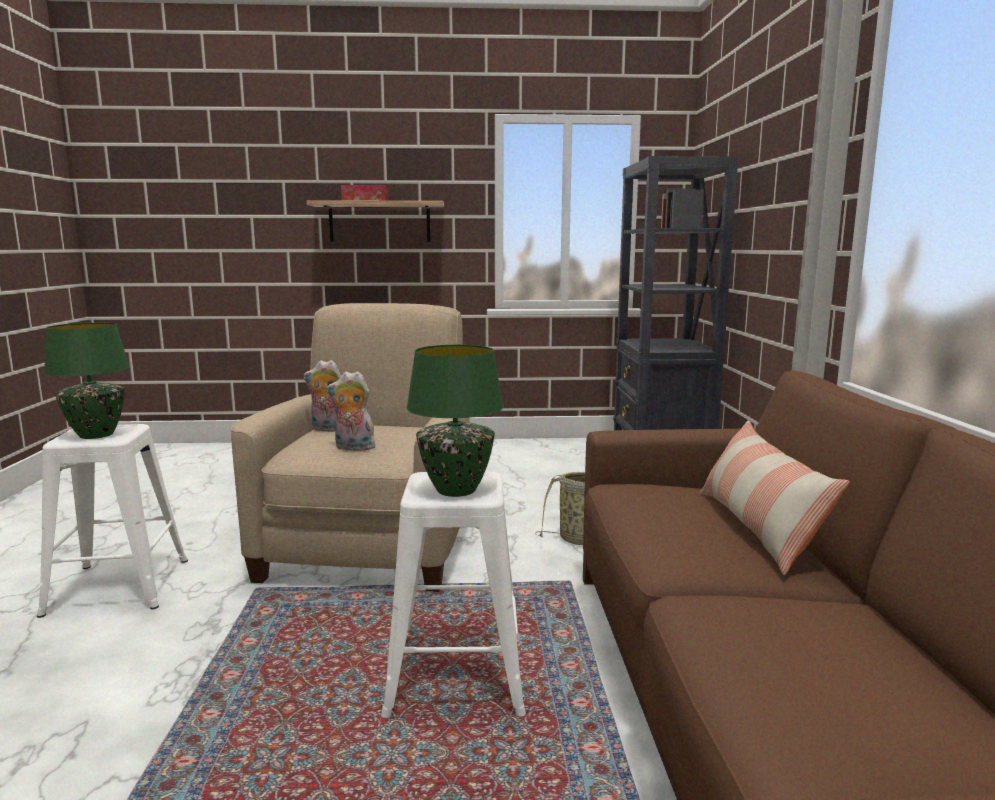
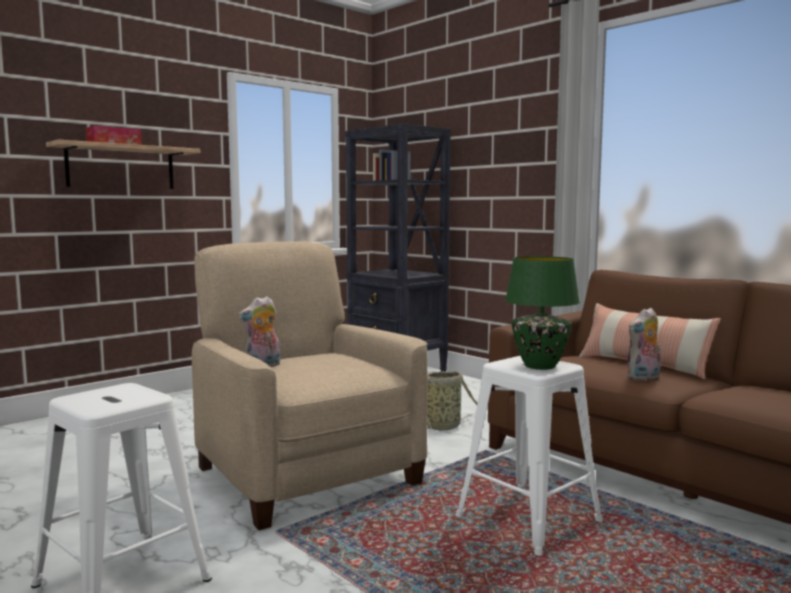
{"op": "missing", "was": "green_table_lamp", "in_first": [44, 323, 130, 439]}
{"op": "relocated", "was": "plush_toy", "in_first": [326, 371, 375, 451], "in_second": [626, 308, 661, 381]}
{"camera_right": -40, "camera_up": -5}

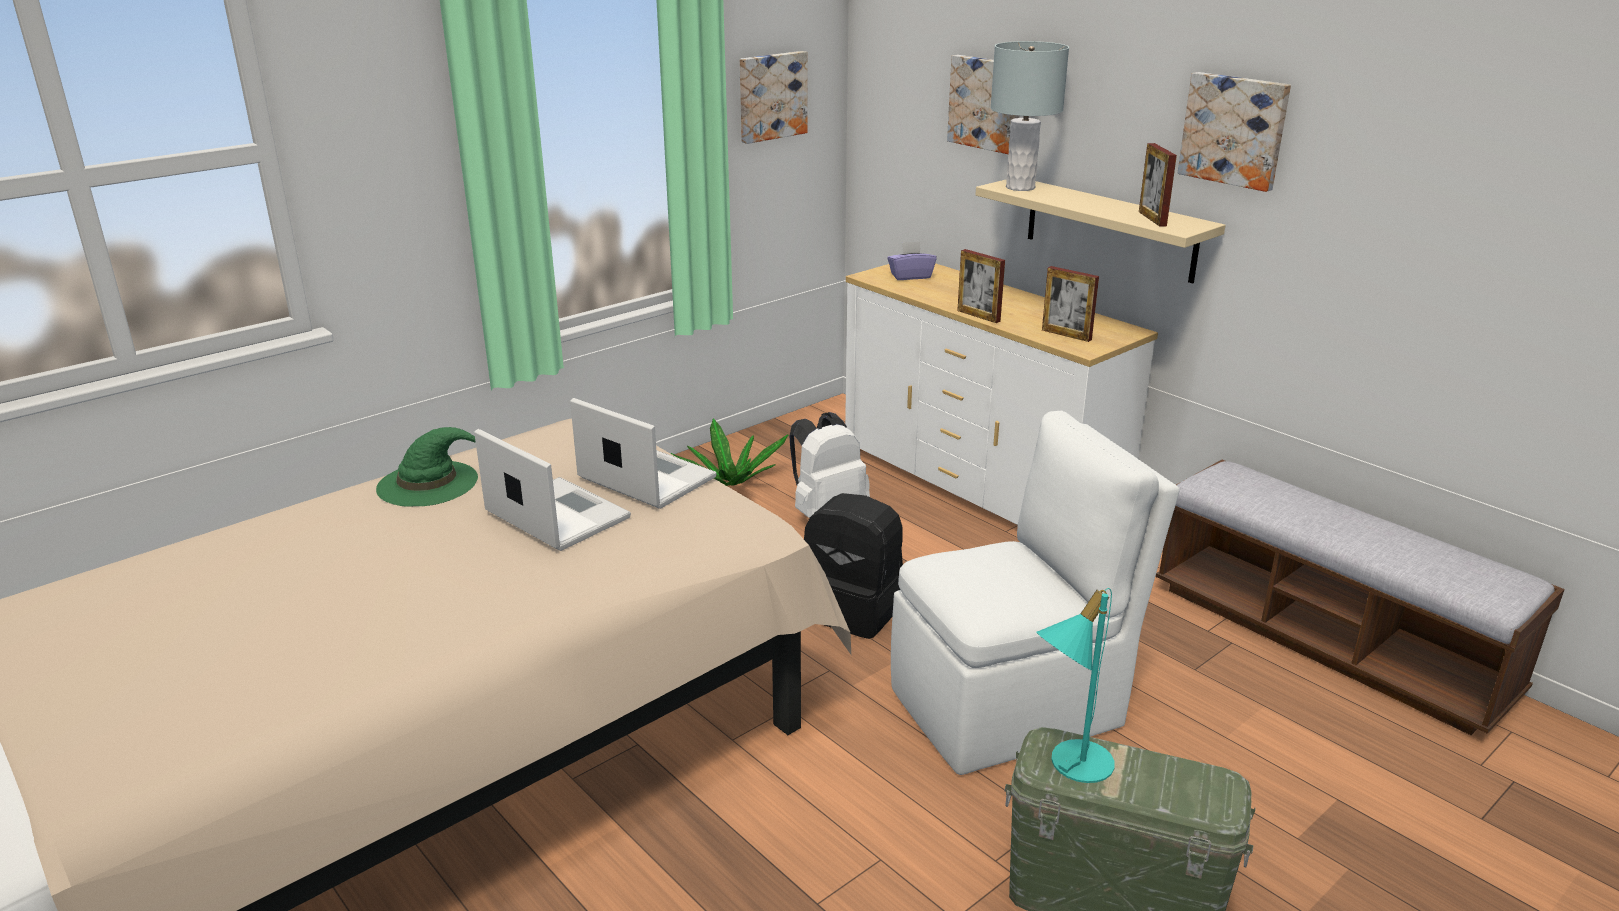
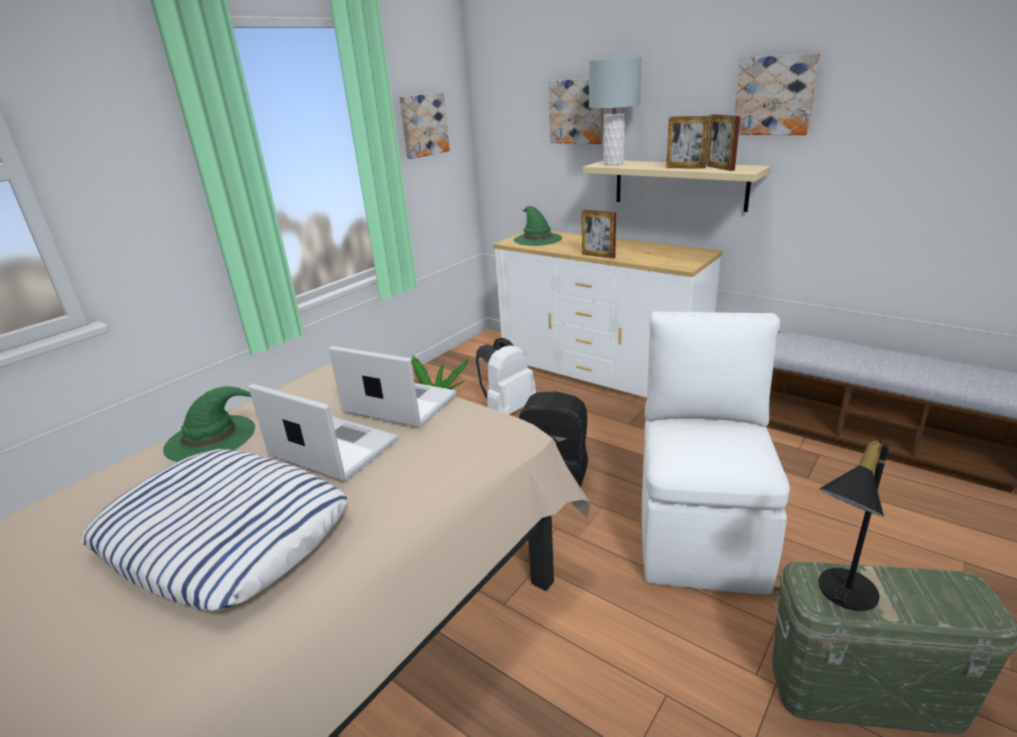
{"op": "appeared", "now": "pillow", "in_second": [81, 449, 347, 611]}
{"op": "relocated", "was": "picture_frame", "in_first": [1042, 266, 1099, 342], "in_second": [666, 116, 710, 169]}
{"op": "exchanged", "was": "purple_tissue_box", "now": "green_hat", "in_first": [887, 241, 937, 280], "in_second": [514, 206, 562, 246]}
{"op": "colour", "was": "turquoise_table_lamp", "now": "black_table_lamp", "in_first": [1036, 588, 1115, 783], "in_second": [818, 438, 889, 611]}
{"op": "spun", "was": "white_chair", "in_first": [891, 411, 1179, 775], "in_second": [642, 311, 790, 595], "clockwise": -45}
{"camera_right": -10, "camera_up": 0}

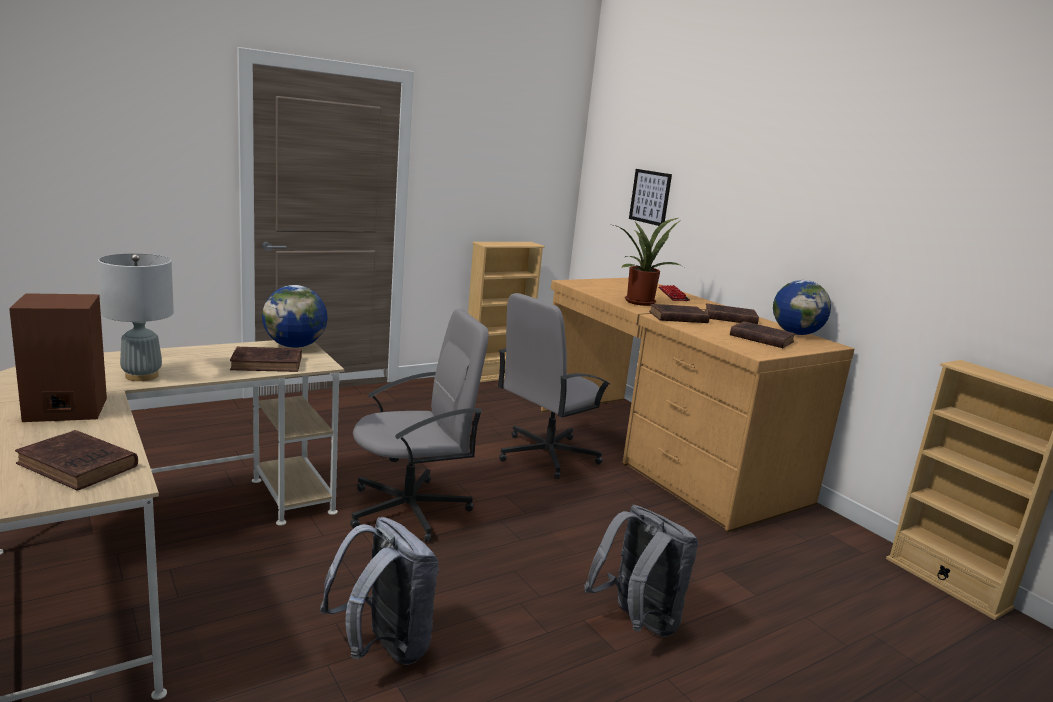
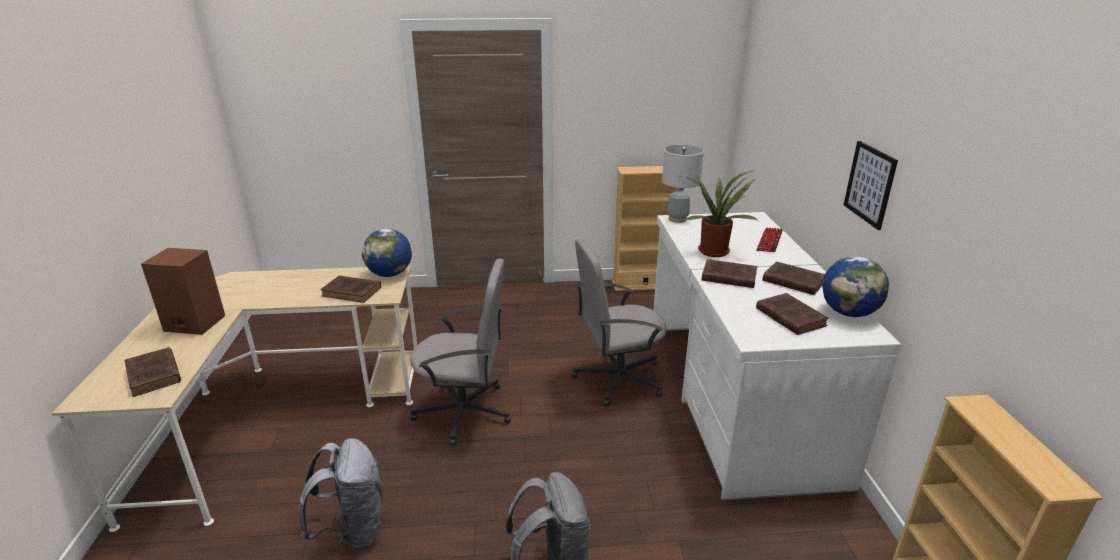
{"op": "relocated", "was": "grey_table_lamp", "in_first": [98, 253, 174, 381], "in_second": [662, 145, 704, 223]}
{"op": "relocated", "was": "picture", "in_first": [629, 169, 672, 226], "in_second": [844, 141, 898, 230]}
{"op": "colour", "was": "brown_desk", "now": "white_desk", "in_first": [541, 278, 855, 532], "in_second": [653, 212, 901, 500]}
{"camera_right": 30, "camera_up": 10}

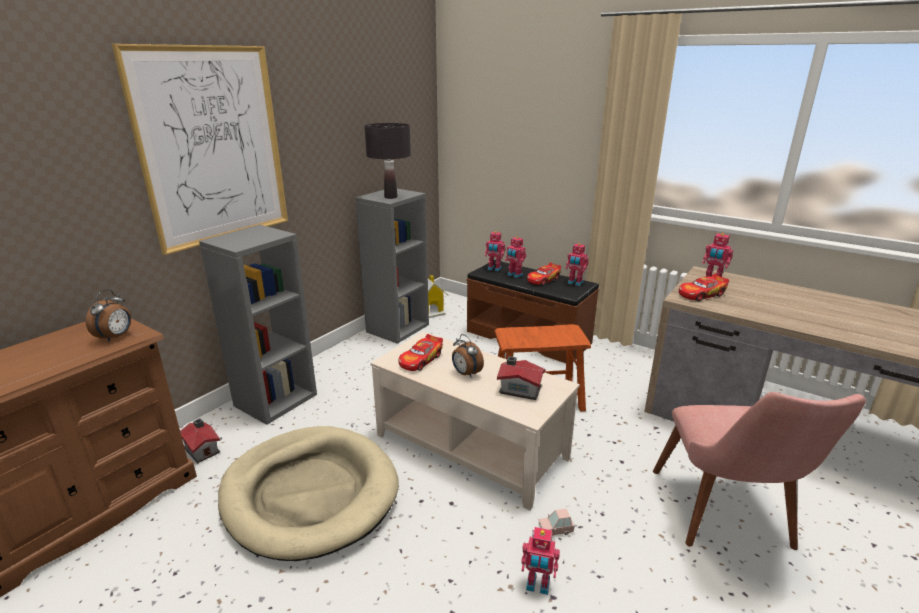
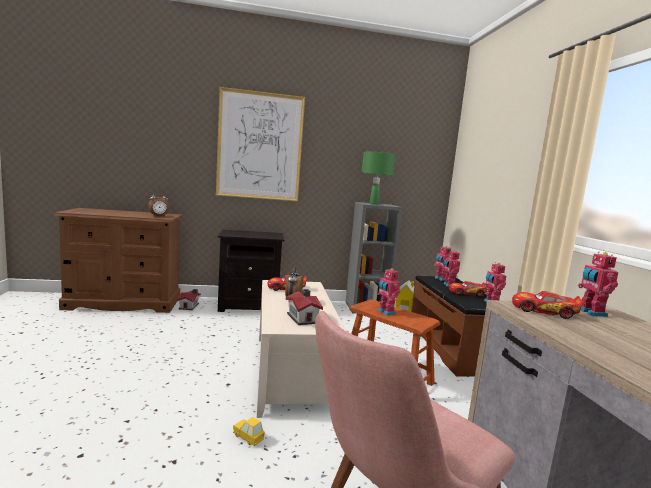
{"op": "missing", "was": "beige_dog_bed", "in_first": [218, 426, 399, 561]}
{"op": "relocated", "was": "toy_robot", "in_first": [521, 527, 560, 595], "in_second": [377, 268, 400, 315]}
{"op": "exchanged", "was": "grey_bookcase", "now": "black_nightstand", "in_first": [199, 225, 317, 425], "in_second": [218, 230, 285, 312]}
{"op": "colour", "was": "black_table_lamp", "now": "green_table_lamp", "in_first": [364, 123, 411, 199], "in_second": [362, 152, 395, 205]}
{"op": "colour", "was": "pink_toy_car", "now": "yellow_toy_car", "in_first": [538, 509, 575, 536], "in_second": [233, 417, 265, 446]}
{"camera_right": 45, "camera_up": -15}

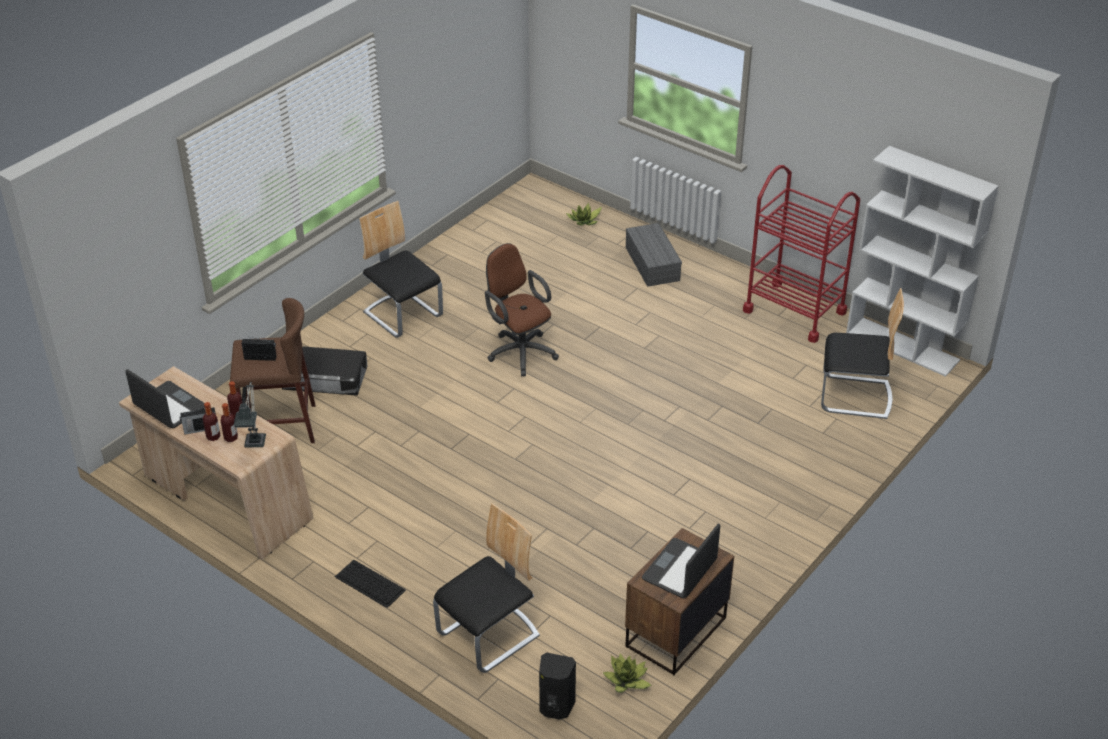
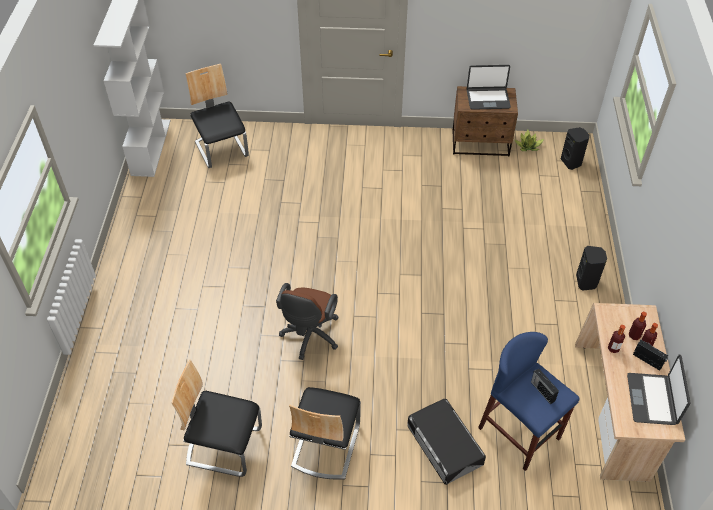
{"op": "missing", "was": "table_lamp", "in_first": [234, 382, 266, 447]}
{"op": "missing", "was": "potted_plant", "in_first": [566, 203, 602, 225]}
{"op": "missing", "was": "grey_storage_box", "in_first": [626, 223, 682, 287]}
{"op": "missing", "was": "red_cart", "in_first": [743, 165, 860, 343]}
{"op": "relocated", "was": "chair", "in_first": [433, 503, 540, 673], "in_second": [171, 360, 262, 477]}
{"op": "exchanged", "was": "keyboard", "now": "black_speaker", "in_first": [335, 560, 406, 608], "in_second": [576, 246, 607, 291]}
{"op": "colour", "was": "brown_stool", "now": "blue_stool", "in_first": [230, 298, 315, 443], "in_second": [478, 332, 580, 471]}
{"camera_right": -125, "camera_up": 10}

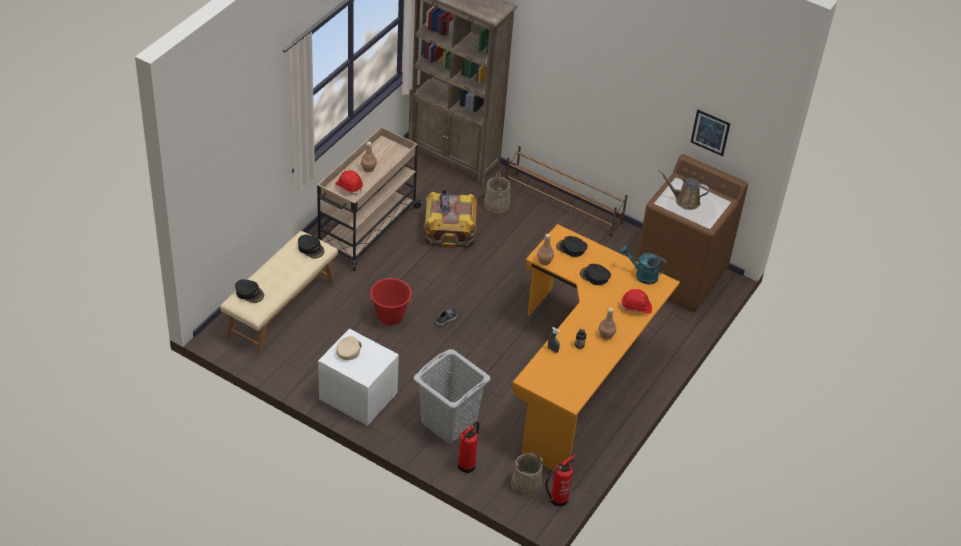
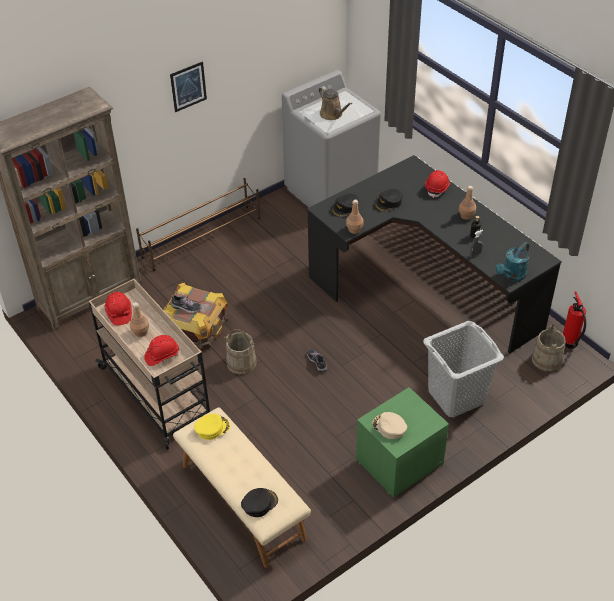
{"op": "missing", "was": "red_bucket", "in_first": [370, 278, 412, 325]}
{"op": "missing", "was": "fire_extinguisher", "in_first": [458, 421, 479, 473]}
{"op": "appeared", "now": "red_hard_hat", "in_second": [105, 292, 132, 325]}
{"op": "relocated", "was": "beige_bucket", "in_first": [484, 171, 510, 213], "in_second": [224, 329, 256, 375]}
{"op": "relocated", "was": "turquoise_watering_can", "in_first": [620, 246, 667, 284], "in_second": [495, 242, 529, 281]}
{"op": "relocated", "was": "picture", "in_first": [691, 109, 731, 156], "in_second": [170, 61, 207, 112]}
{"op": "colour", "was": "black_cap", "now": "yellow_cap", "in_first": [298, 235, 324, 258], "in_second": [194, 414, 230, 440]}
{"op": "colour", "was": "white_nightstand", "now": "green_nightstand", "in_first": [318, 329, 399, 426], "in_second": [356, 387, 449, 498]}
{"op": "colour", "was": "orange_desk", "now": "black_desk", "in_first": [512, 224, 680, 471], "in_second": [307, 155, 562, 354]}
{"op": "colour", "was": "brown_washing_machine", "now": "grey_washing_machine", "in_first": [636, 154, 748, 312], "in_second": [282, 70, 381, 207]}
{"op": "spun", "was": "brown_watering_can", "in_first": [659, 170, 709, 210], "in_second": [319, 86, 353, 120], "clockwise": -75}
{"camera_right": -65, "camera_up": 0}

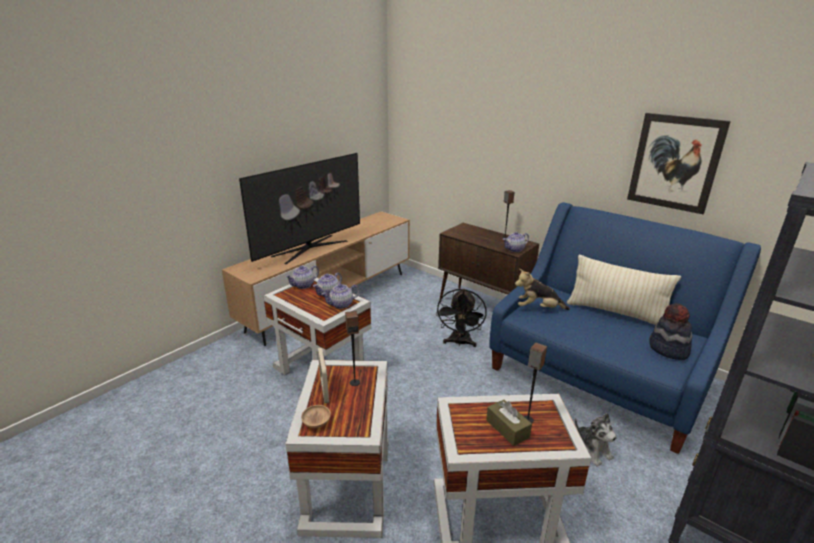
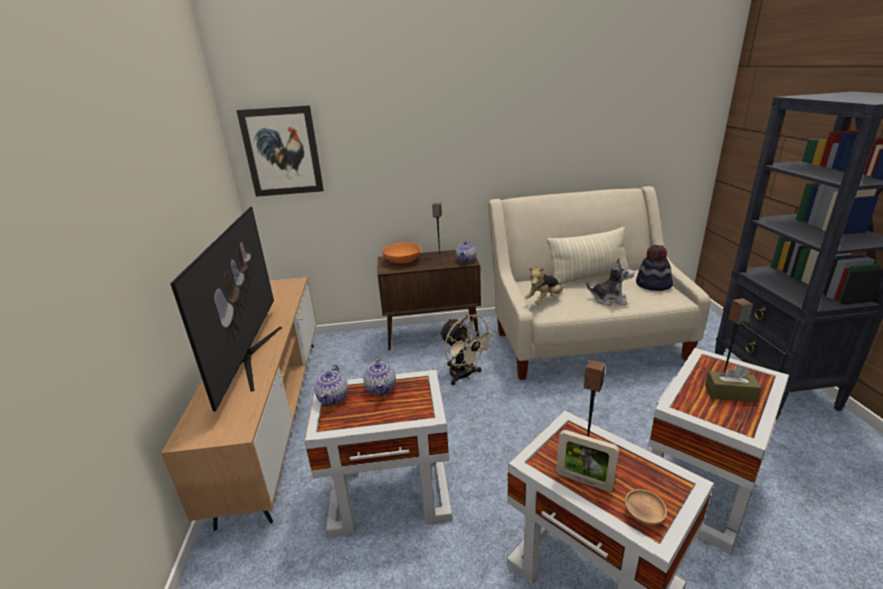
{"op": "missing", "was": "teapot", "in_first": [322, 284, 360, 309]}
{"op": "appeared", "now": "orange_bowl", "in_second": [382, 242, 421, 264]}
{"op": "relocated", "was": "plush_toy", "in_first": [575, 413, 617, 466], "in_second": [586, 258, 634, 306]}
{"op": "relocated", "was": "picture", "in_first": [627, 113, 731, 214], "in_second": [236, 105, 324, 197]}
{"op": "colour", "was": "black_fan", "now": "beige_fan", "in_first": [436, 289, 487, 347], "in_second": [440, 314, 495, 385]}
{"op": "colour", "was": "blue_sofa", "now": "beige_sofa", "in_first": [489, 202, 761, 454], "in_second": [488, 186, 711, 380]}
{"camera_right": -45, "camera_up": 0}

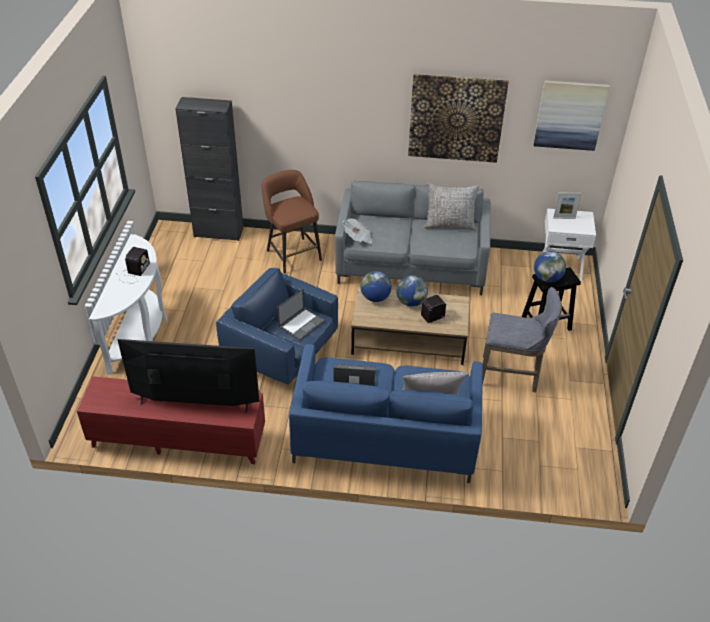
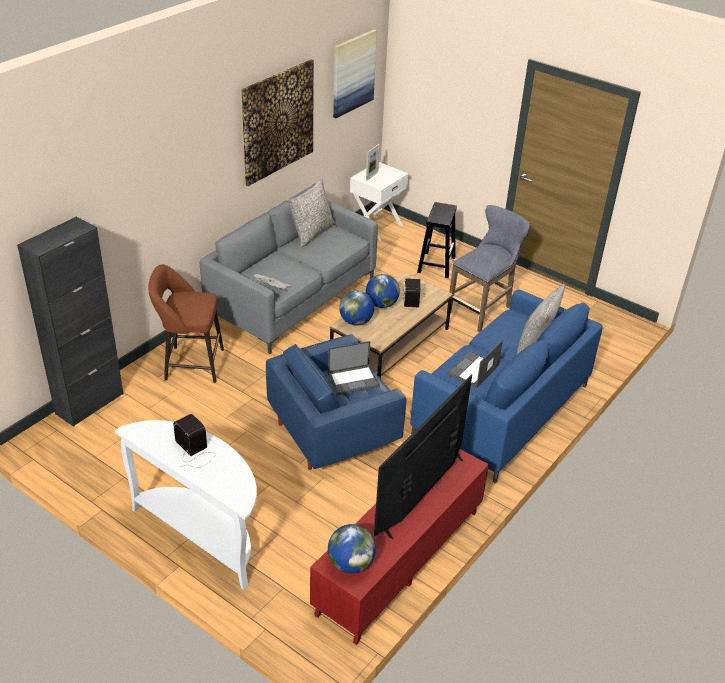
{"op": "relocated", "was": "globe", "in_first": [534, 251, 566, 283], "in_second": [328, 524, 376, 573]}
{"op": "spun", "was": "laptop", "in_first": [277, 288, 325, 341], "in_second": [328, 341, 380, 395], "clockwise": 90}
{"camera_right": -60, "camera_up": -5}

